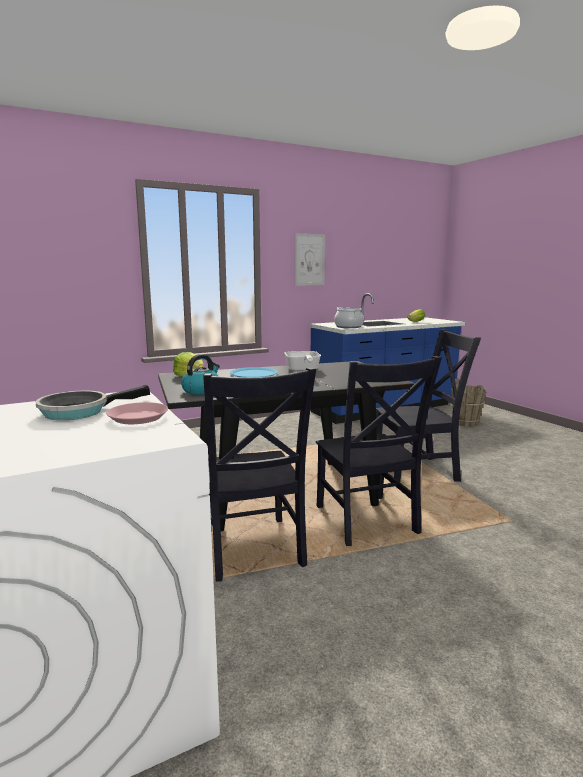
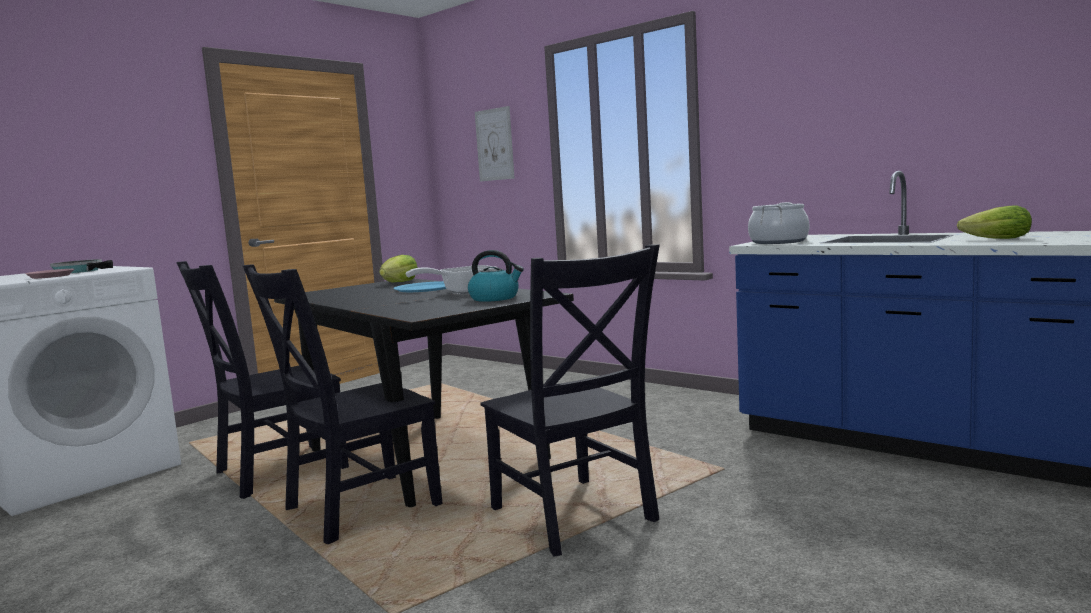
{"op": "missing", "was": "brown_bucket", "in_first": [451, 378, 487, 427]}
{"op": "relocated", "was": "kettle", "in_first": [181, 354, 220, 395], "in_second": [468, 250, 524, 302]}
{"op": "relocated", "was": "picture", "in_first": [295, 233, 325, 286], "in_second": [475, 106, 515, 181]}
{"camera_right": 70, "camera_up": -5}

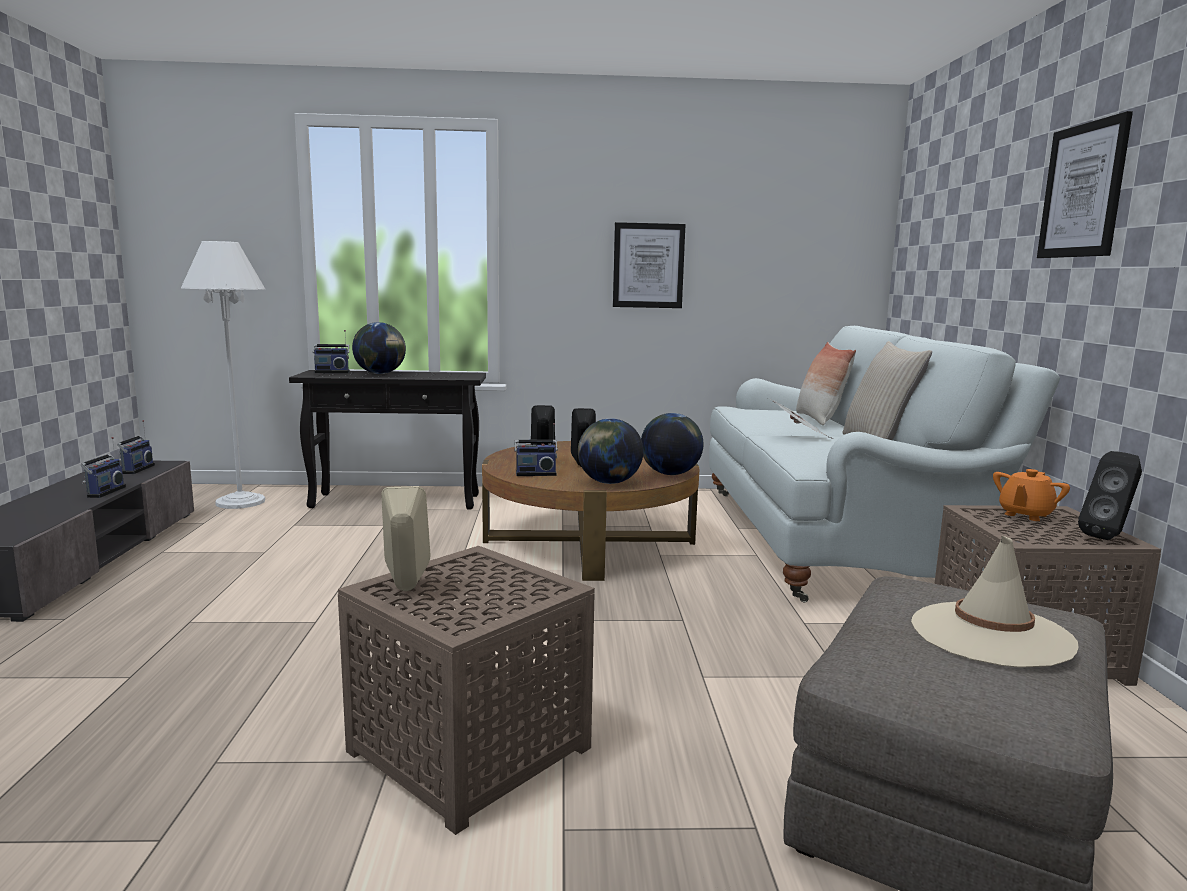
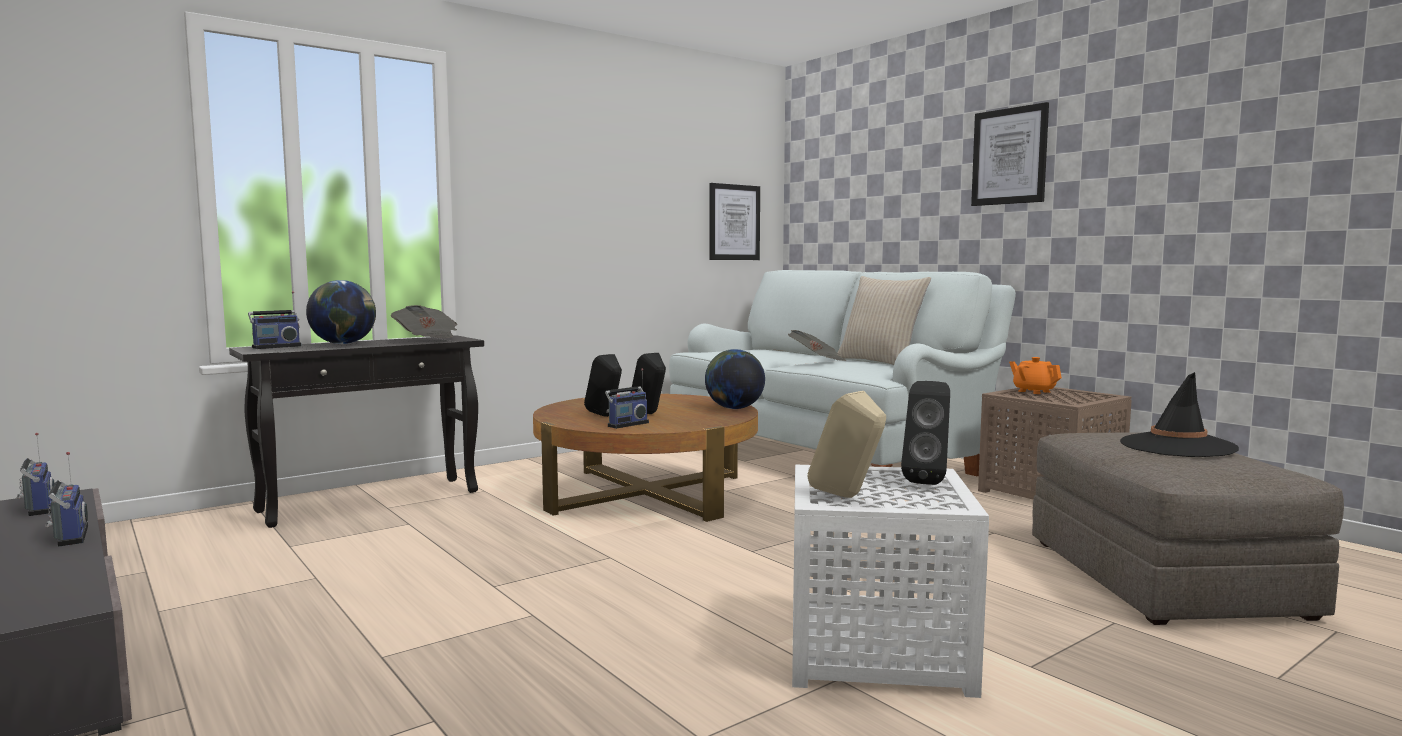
{"op": "missing", "was": "white_floor_lamp", "in_first": [181, 241, 265, 509]}
{"op": "missing", "was": "globe", "in_first": [578, 418, 643, 484]}
{"op": "missing", "was": "pillow", "in_first": [796, 342, 856, 426]}
{"op": "appeared", "now": "newspaper", "in_second": [391, 305, 457, 338]}
{"op": "relocated", "was": "picture", "in_first": [613, 222, 686, 308], "in_second": [709, 183, 760, 260]}
{"op": "relocated", "was": "black_speaker", "in_first": [1078, 451, 1142, 540], "in_second": [901, 381, 950, 485]}
{"op": "colour", "was": "brown_side_table", "now": "white_side_table", "in_first": [338, 546, 595, 835], "in_second": [792, 465, 989, 698]}
{"op": "colour", "was": "beige_hat", "now": "black_hat", "in_first": [911, 536, 1079, 668], "in_second": [1120, 372, 1239, 457]}
{"op": "spun", "was": "orange_teapot", "in_first": [993, 469, 1070, 521], "in_second": [1009, 357, 1062, 394], "clockwise": 135}
{"camera_right": -35, "camera_up": -5}

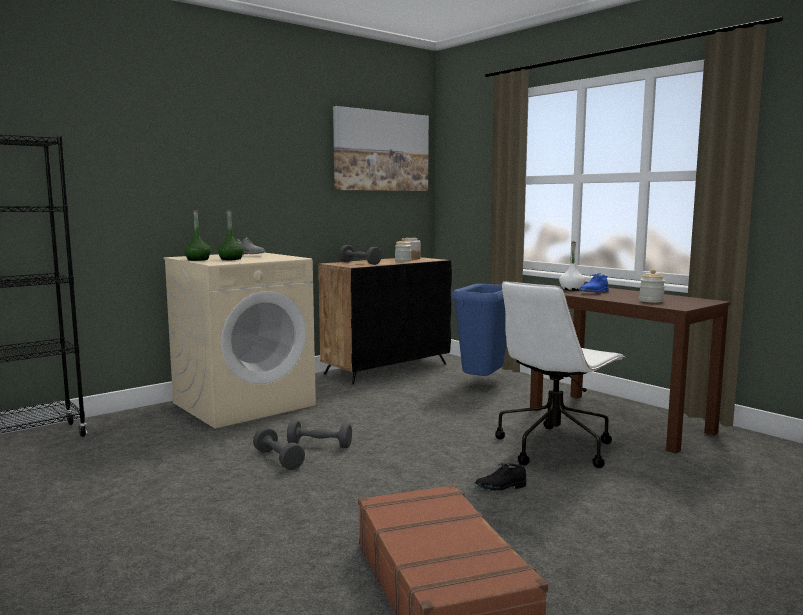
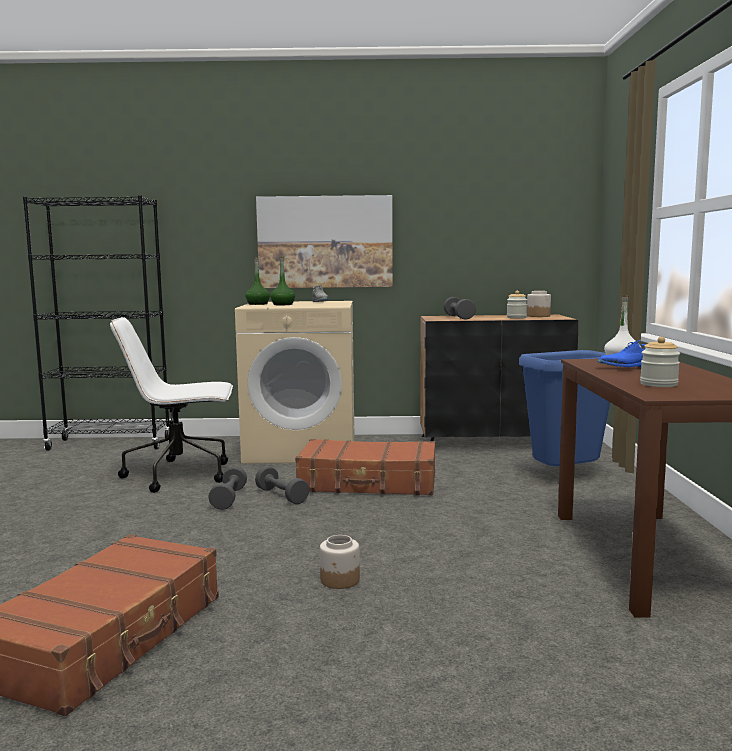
{"op": "appeared", "now": "brown_suitcase", "in_second": [295, 439, 435, 495]}
{"op": "relocated", "was": "picture", "in_first": [333, 106, 429, 191], "in_second": [256, 195, 393, 288]}
{"op": "relocated", "was": "white_office_chair", "in_first": [495, 281, 625, 468], "in_second": [110, 317, 233, 493]}
{"op": "exchanged", "was": "black_shoe", "now": "jar", "in_first": [474, 463, 526, 490], "in_second": [320, 535, 360, 589]}
{"camera_right": 40, "camera_up": 0}

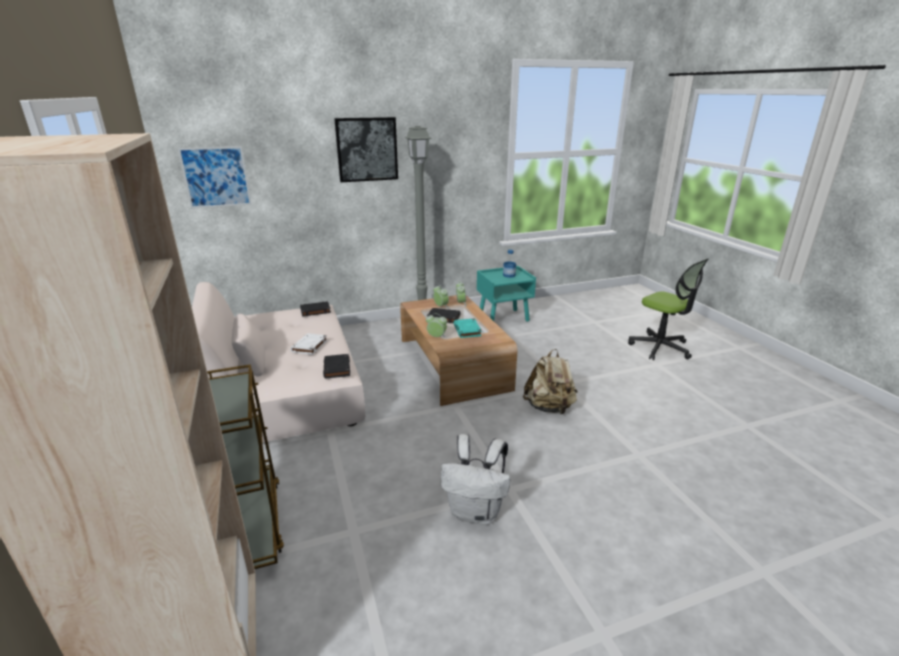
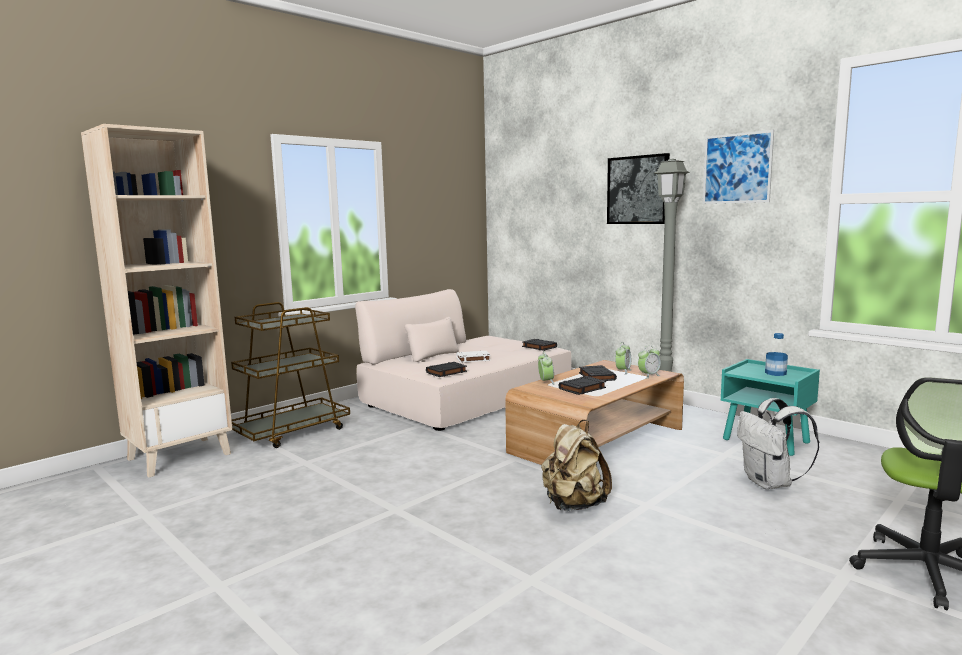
{"op": "relocated", "was": "picture", "in_first": [178, 146, 252, 209], "in_second": [703, 130, 774, 204]}
{"op": "relocated", "was": "white_backpack", "in_first": [441, 434, 510, 525], "in_second": [737, 398, 820, 489]}
{"op": "colour", "was": "turquoise_book", "now": "black_book", "in_first": [453, 318, 482, 338], "in_second": [559, 376, 606, 395]}
{"camera_right": 65, "camera_up": -15}

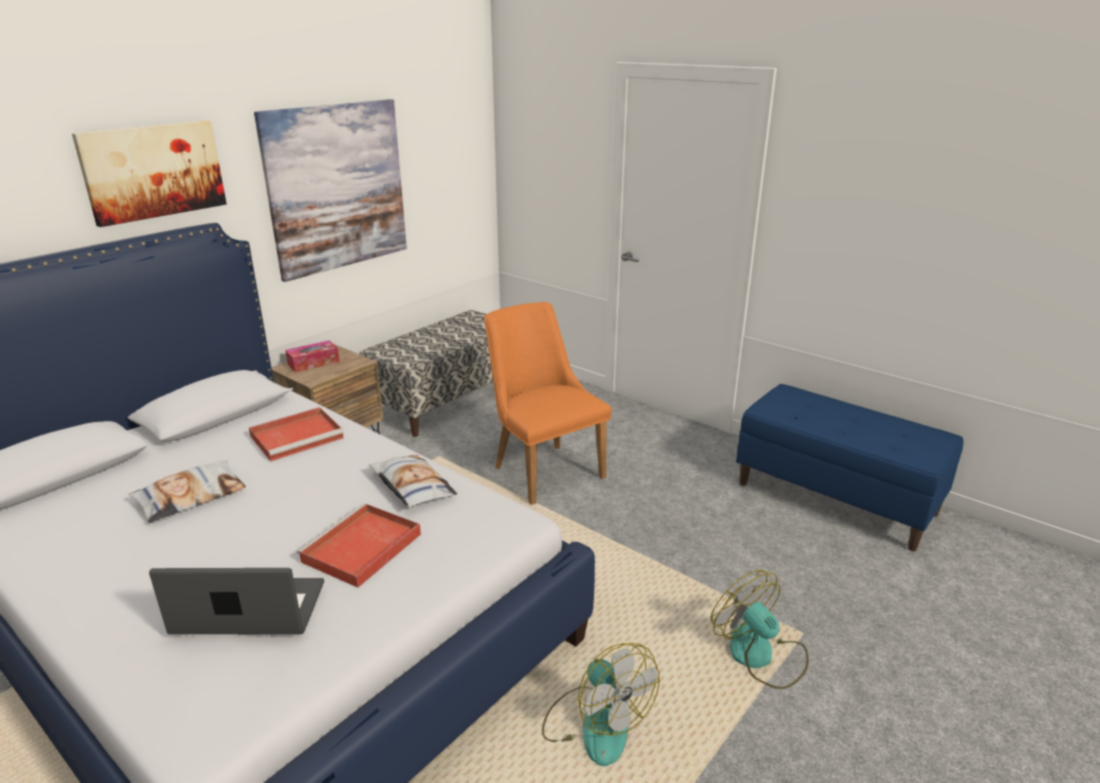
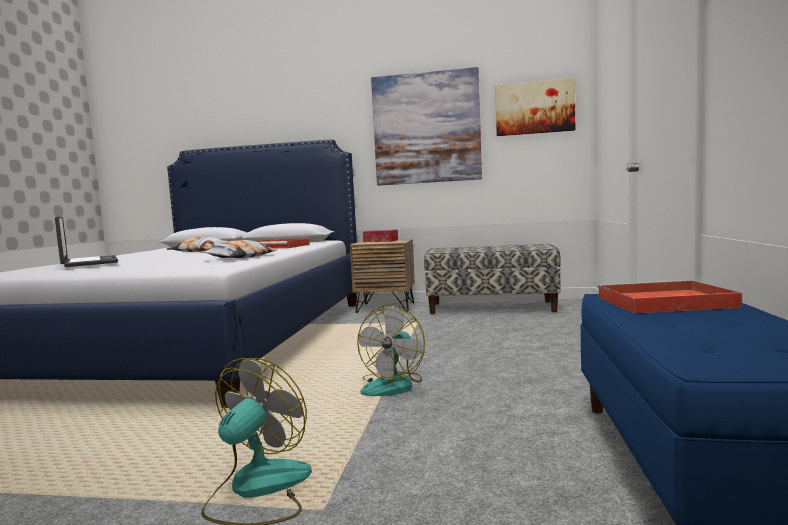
{"op": "missing", "was": "orange_chair", "in_first": [484, 302, 611, 505]}
{"op": "relocated", "was": "picture", "in_first": [72, 120, 227, 227], "in_second": [495, 78, 575, 136]}
{"op": "relocated", "was": "red_tray", "in_first": [297, 503, 421, 588], "in_second": [598, 280, 742, 314]}
{"op": "relocated", "was": "fan", "in_first": [542, 643, 660, 766], "in_second": [357, 305, 425, 396]}
{"camera_right": 60, "camera_up": -20}

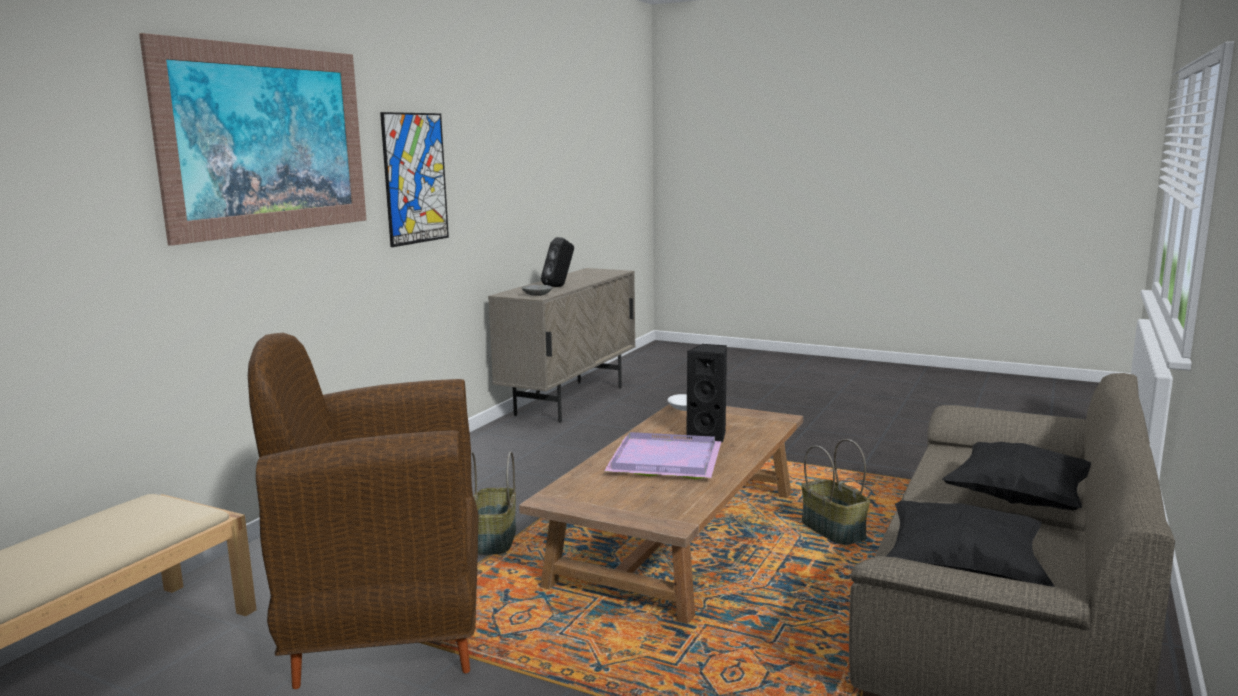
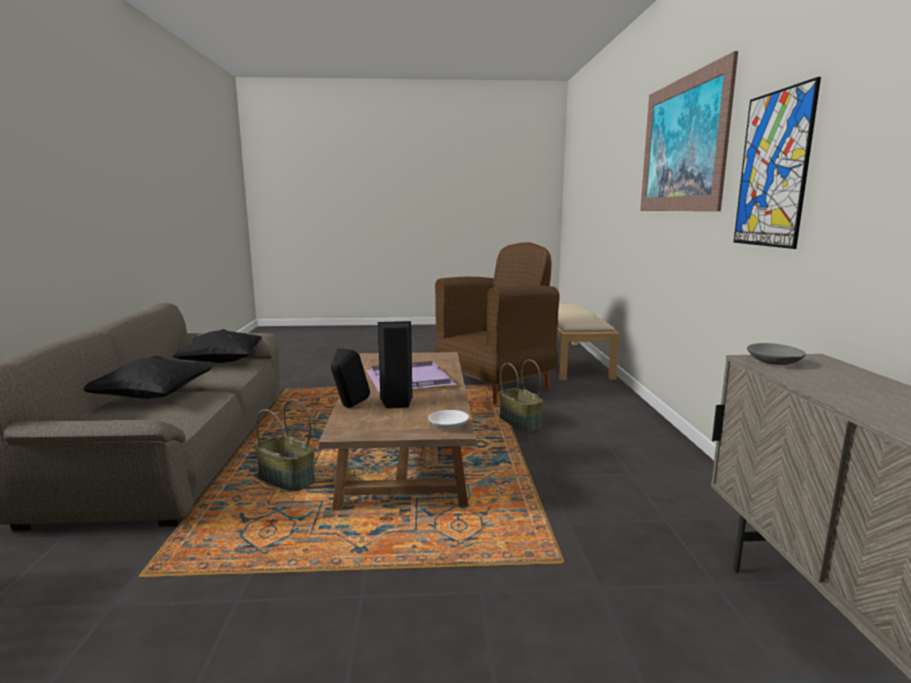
{"op": "relocated", "was": "black_speaker", "in_first": [541, 237, 574, 287], "in_second": [330, 348, 370, 408]}
{"camera_right": 150, "camera_up": 0}

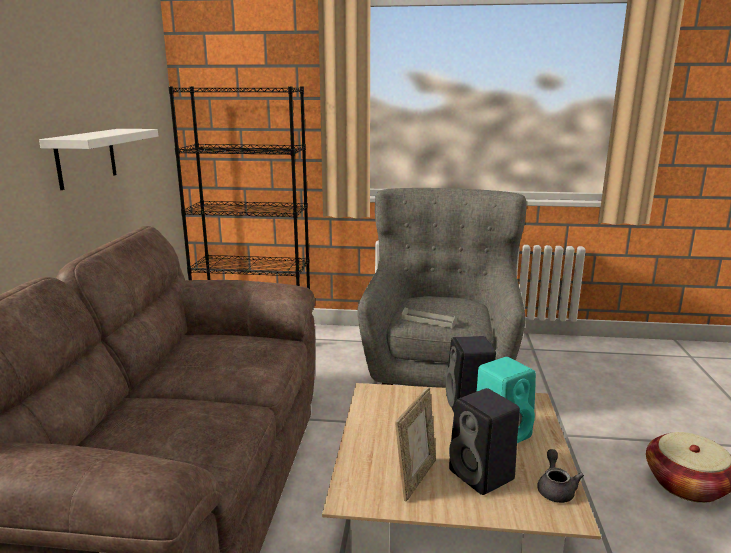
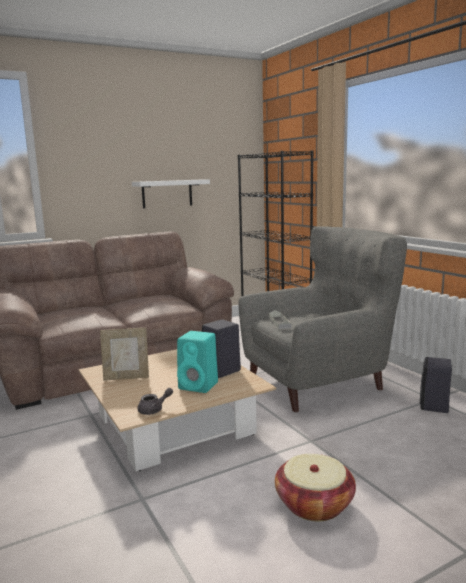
{"op": "relocated", "was": "black_speaker", "in_first": [449, 388, 520, 495], "in_second": [420, 357, 452, 413]}
{"camera_right": 55, "camera_up": -5}

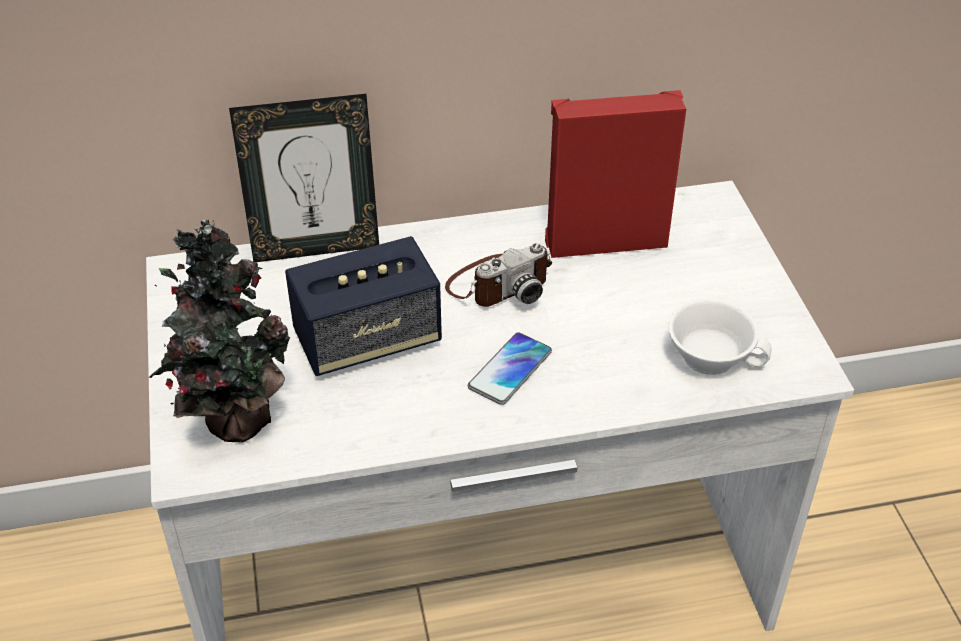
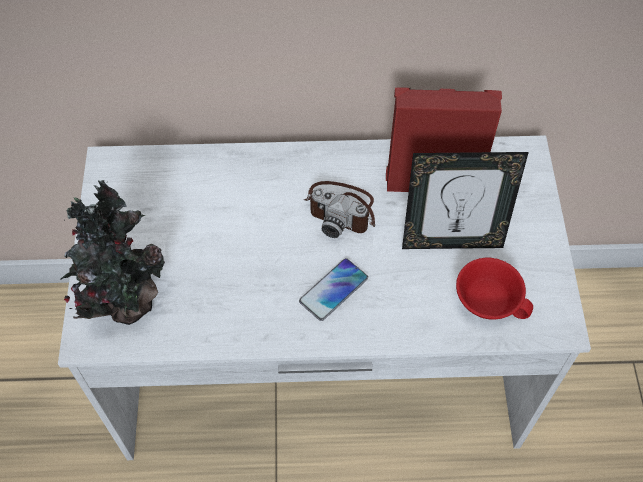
{"op": "missing", "was": "speaker", "in_first": [285, 236, 442, 376]}
{"op": "relocated", "was": "picture_frame", "in_first": [229, 94, 379, 262], "in_second": [402, 152, 529, 249]}
{"op": "colour", "was": "white_cup", "now": "red_cup", "in_first": [668, 299, 772, 375], "in_second": [456, 258, 533, 319]}
{"op": "spun", "was": "photo_camera", "in_first": [445, 243, 552, 307], "in_second": [304, 181, 375, 238], "clockwise": 45}
{"camera_right": 10, "camera_up": 15}

